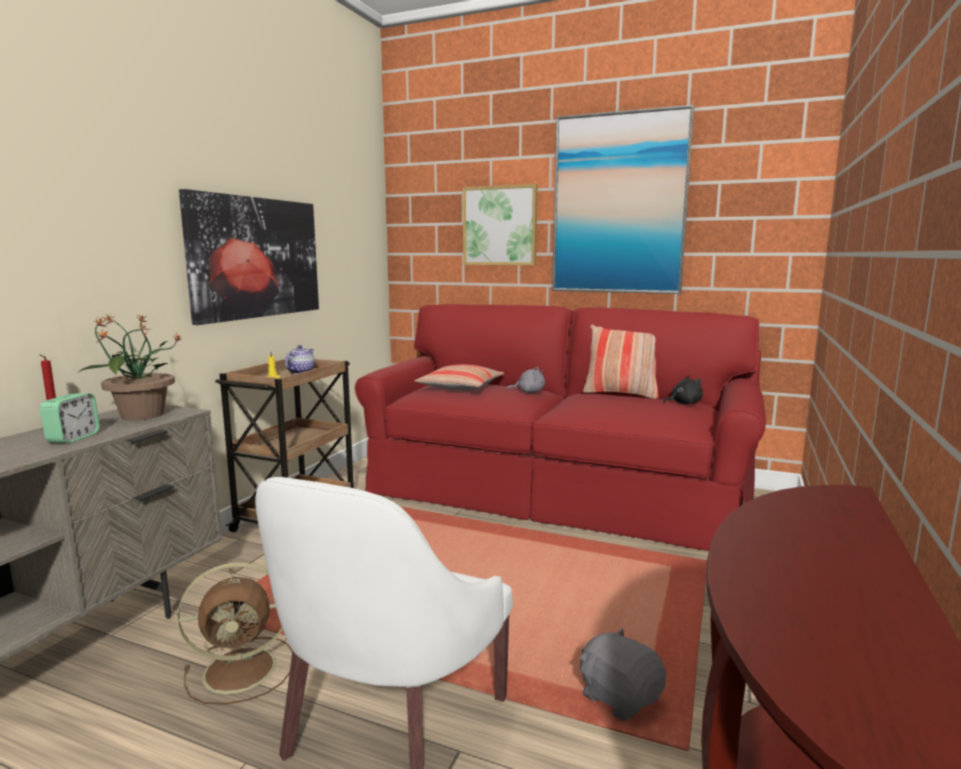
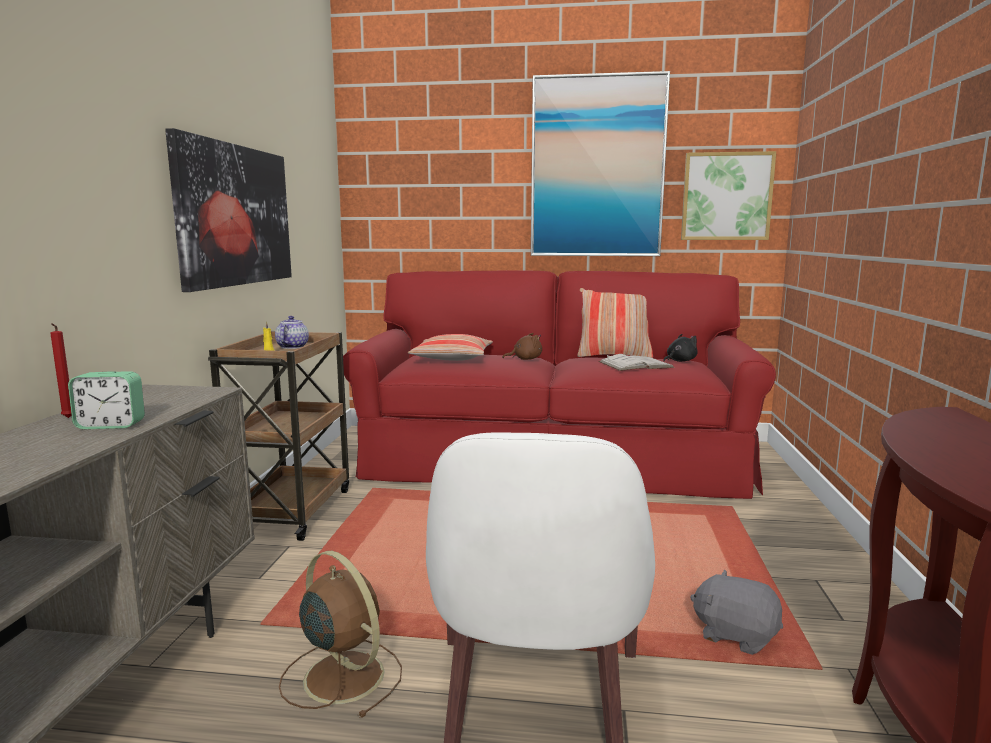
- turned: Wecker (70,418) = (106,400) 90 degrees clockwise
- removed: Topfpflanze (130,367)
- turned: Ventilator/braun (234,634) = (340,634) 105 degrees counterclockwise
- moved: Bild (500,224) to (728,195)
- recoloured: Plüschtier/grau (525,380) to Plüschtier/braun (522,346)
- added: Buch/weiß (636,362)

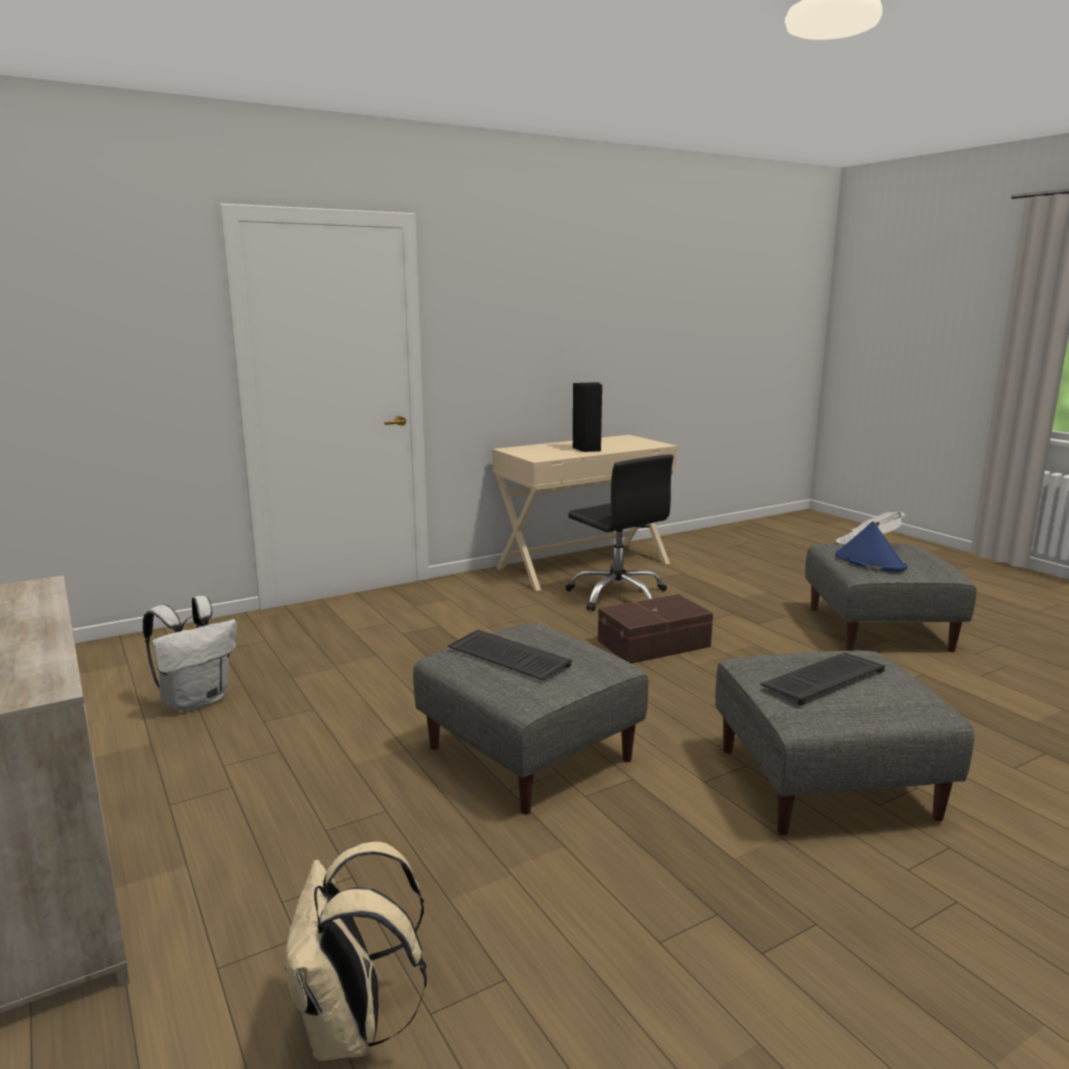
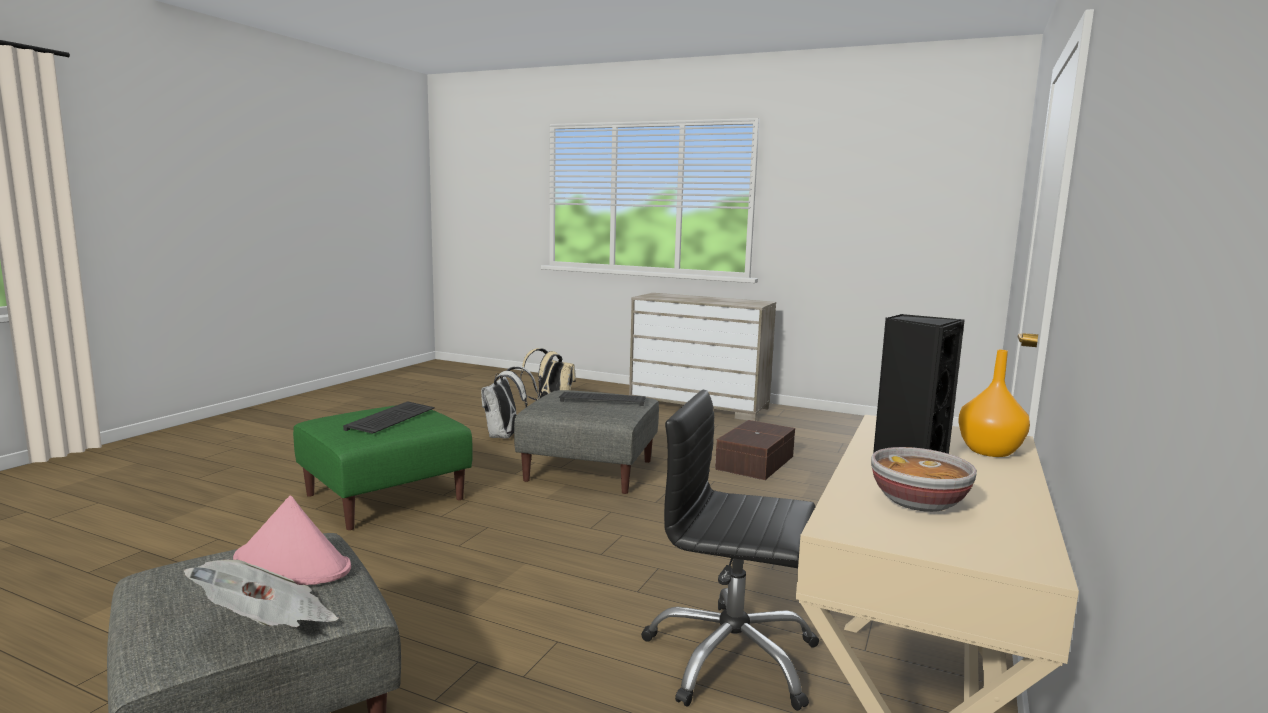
- moved: Rucksack/weiß (190,654) to (510,402)
- moved: Aufbewahrungsbox/braun (655,629) to (755,450)
- recoloured: Polsterhocker/grau (844,743) to Polsterhocker/grün (383,467)
- recoloured: Hut/blau (871,546) to Hut/rosa (292,540)
- added: Schüssel (924,479)
- added: Vase/orange (994,403)

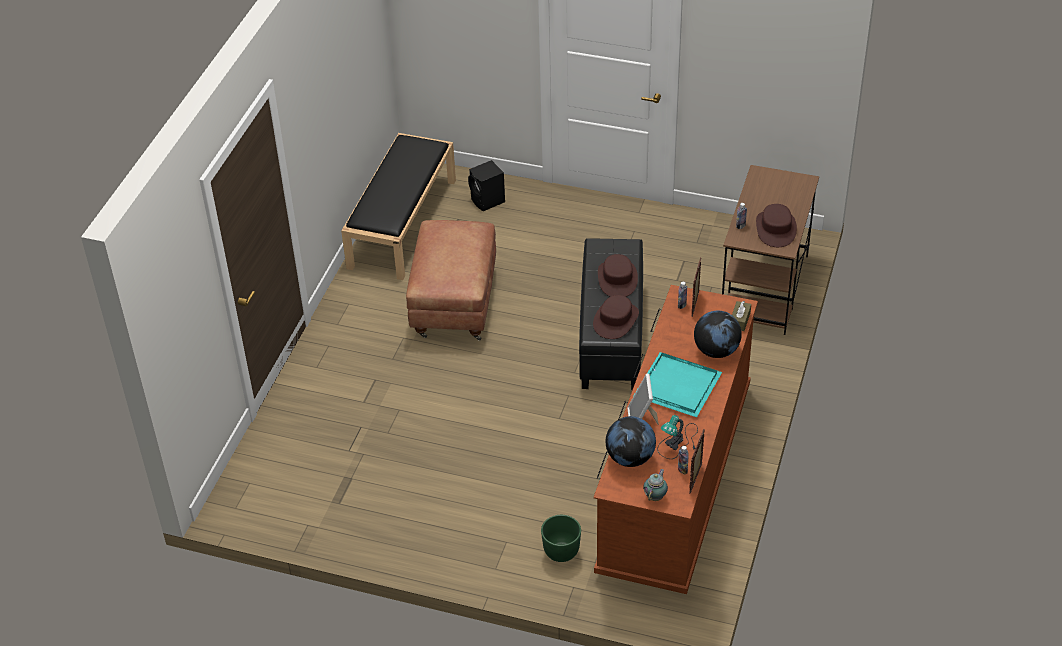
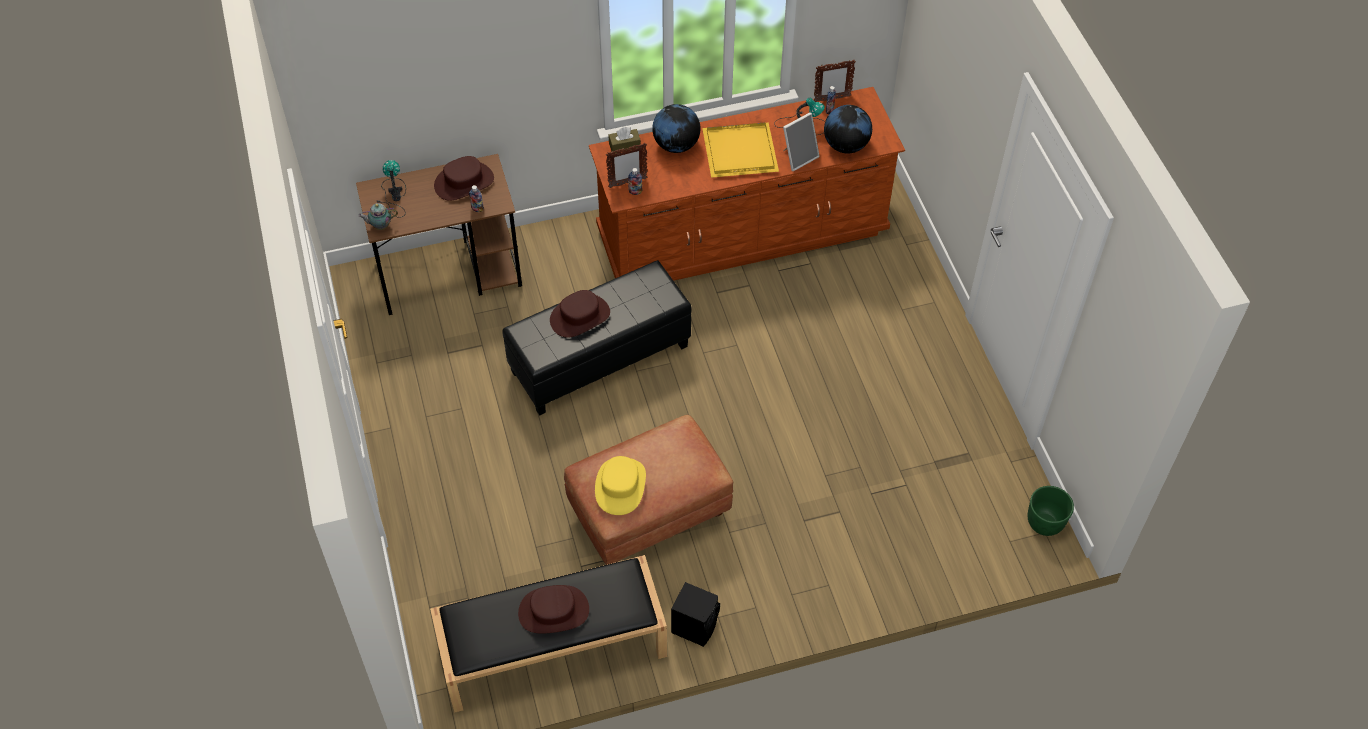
- moved: Lautsprecher/schwarz (486,185) to (695,614)
- moved: Pflanzkübel/grün (561,538) to (1050,511)
- moved: Hut/braun (616,317) to (553,609)
- recoloured: Tablett/türkis (677,384) to Tablett/gelb (740,150)
- moved: Teekanne (655,485) to (378,216)
- added: Tischlampe (391,189)
- added: Hut/gelb (620,485)

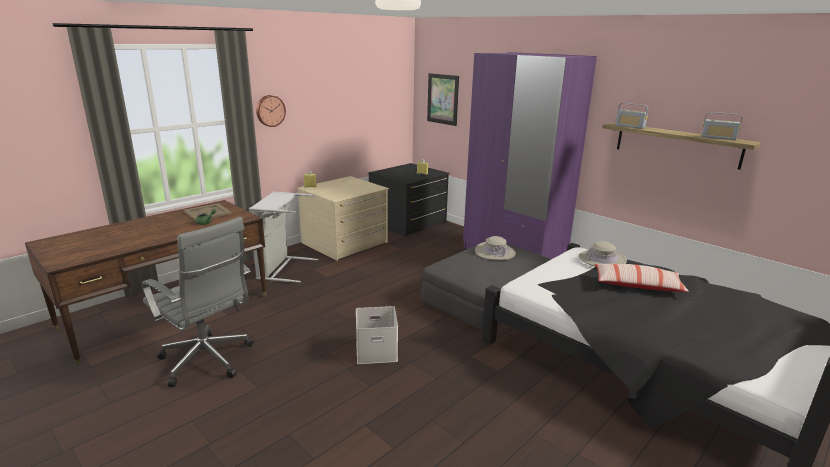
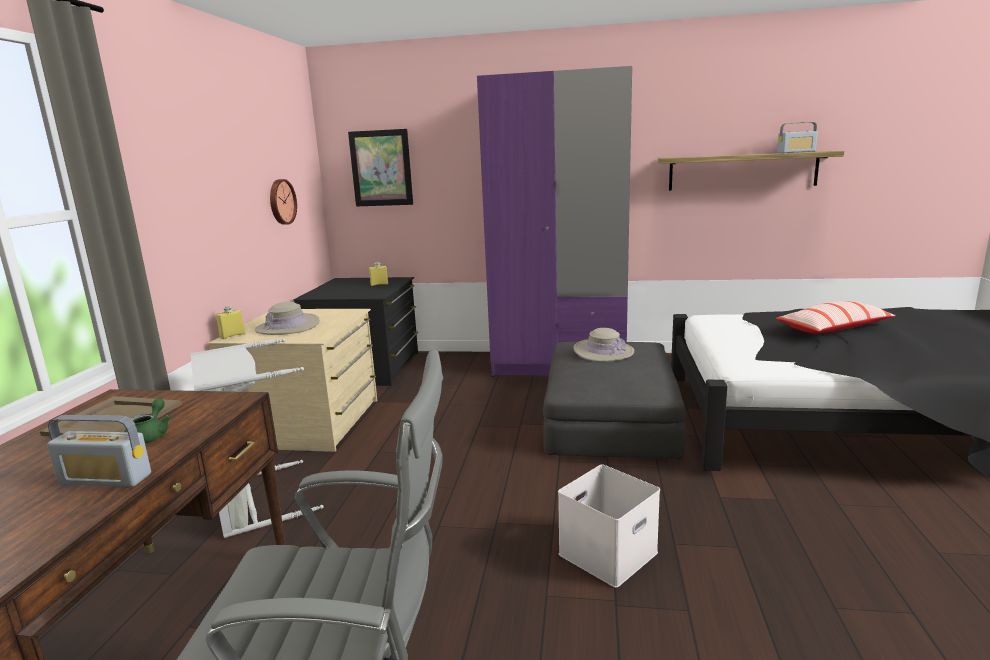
- moved: Wanduhr (271,111) to (283,202)
- moved: Hut/beige (603,254) to (287,318)
- moved: Radio (631,116) to (99,451)

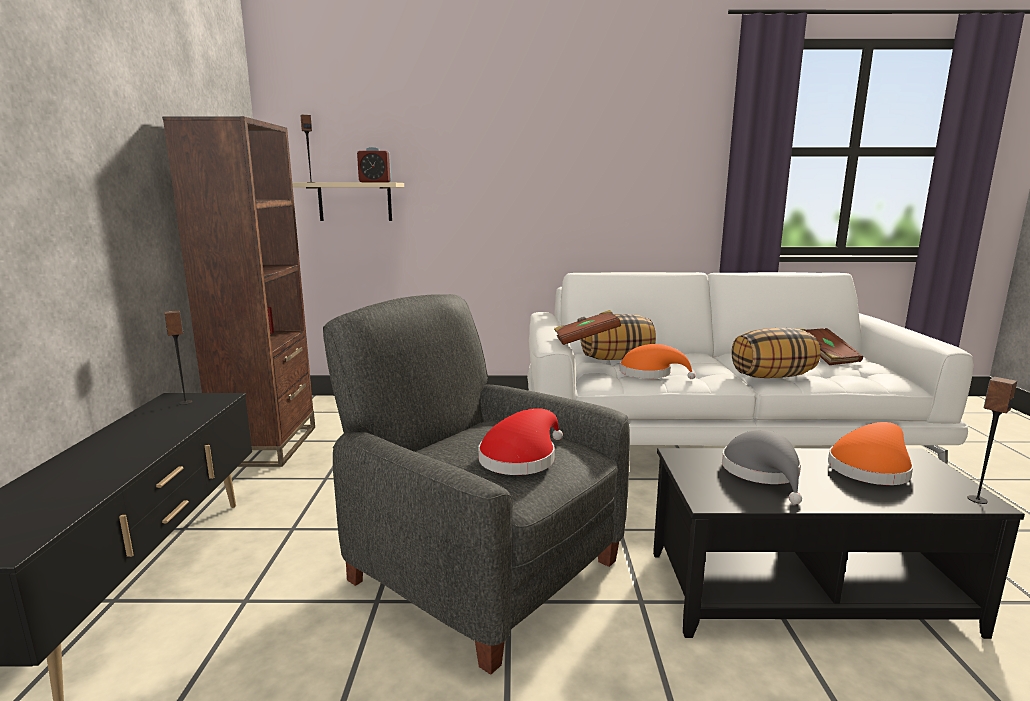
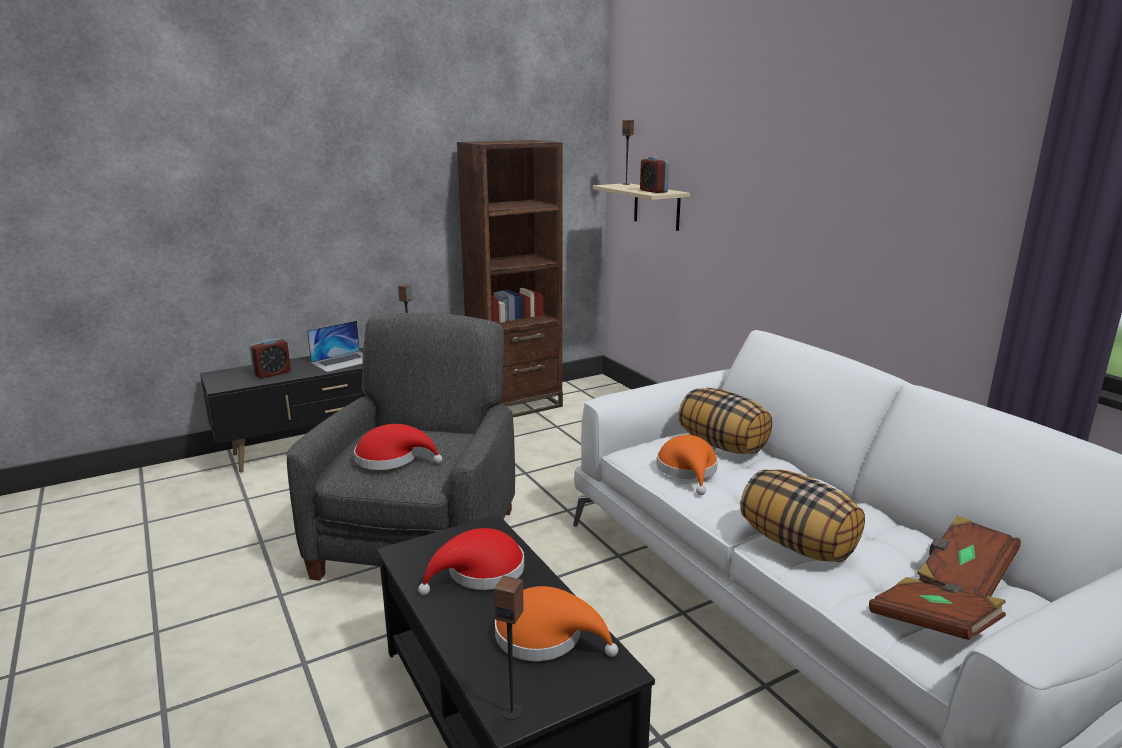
- moved: Buch/braun (587,327) to (937,608)
- recoloured: Hut/grau (762,467) to Hut/rot (471,561)
- added: Wecker (270,358)
- added: Laptop (335,346)

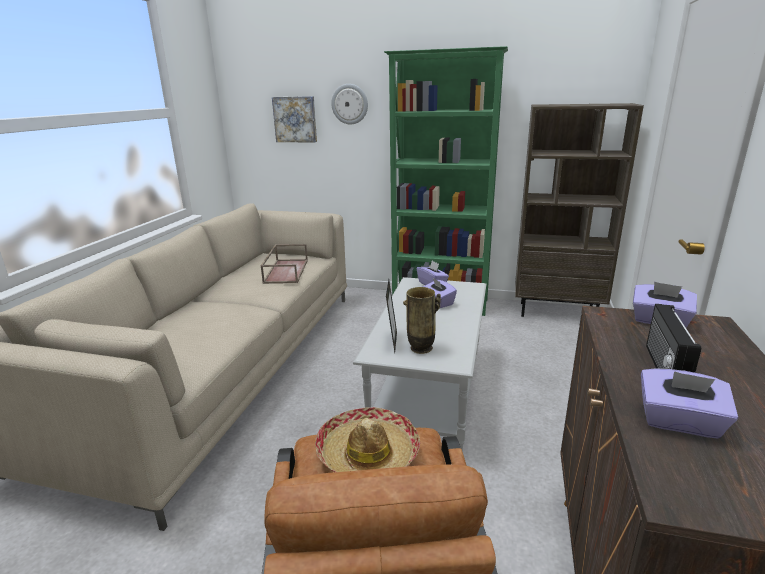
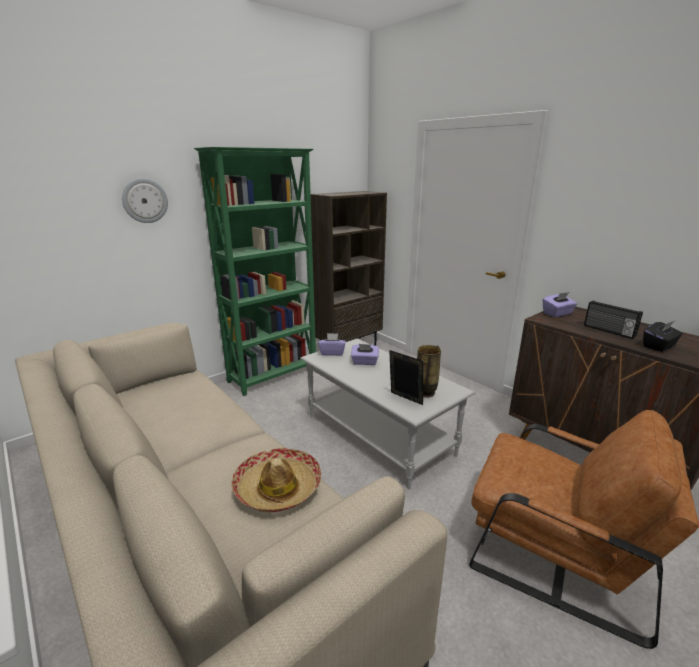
- removed: Tablett/braun (284,264)
- removed: Bild (294,119)
- moved: Hut (367,439) to (276,480)
- recoloured: Taschentuchbox/lila (689,403) to Taschentuchbox/schwarz (663,336)

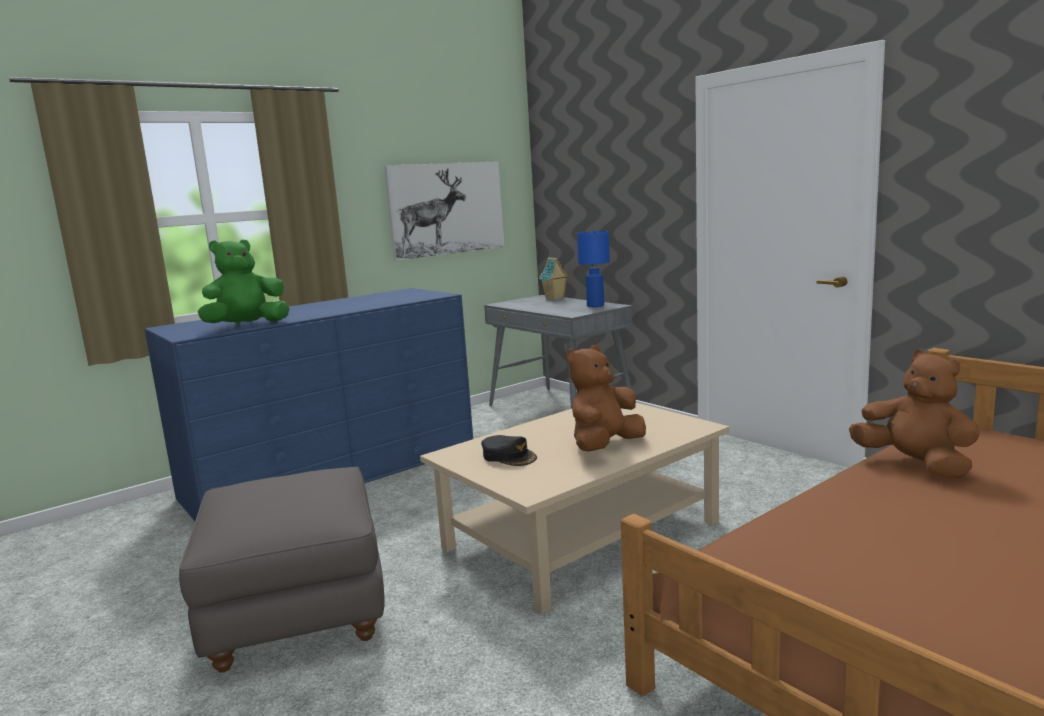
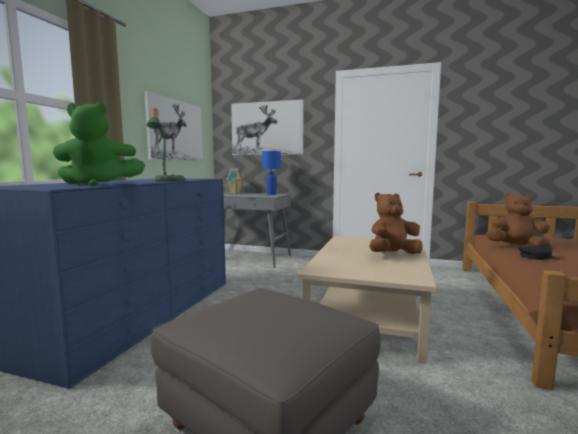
- turned: Plüschtier/grün (243,281) = (99,144) 120 degrees counterclockwise
- moved: Kappe/schwarz (509,450) to (539,252)
- turned: Plüschtier/braun (606,398) = (395,223) 60 degrees clockwise
- added: Tischlampe (166,144)
- added: Bild (267,127)

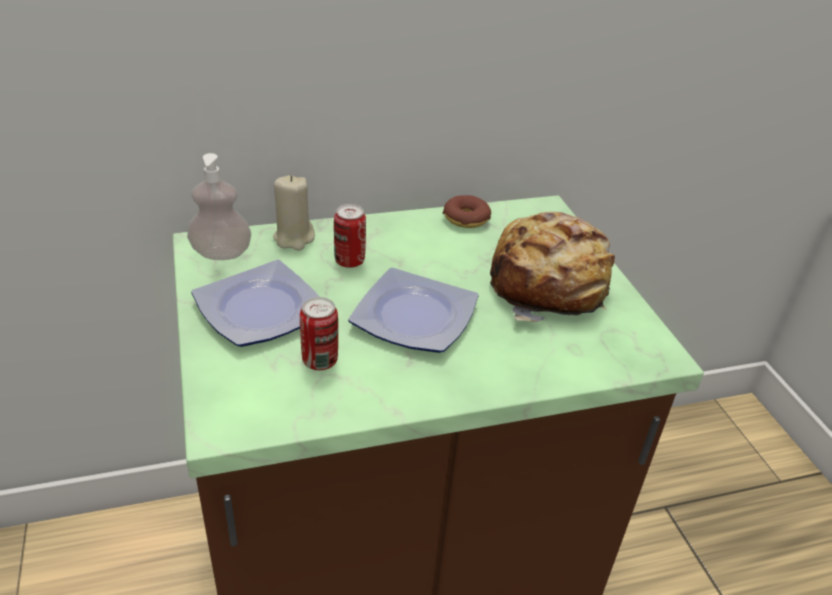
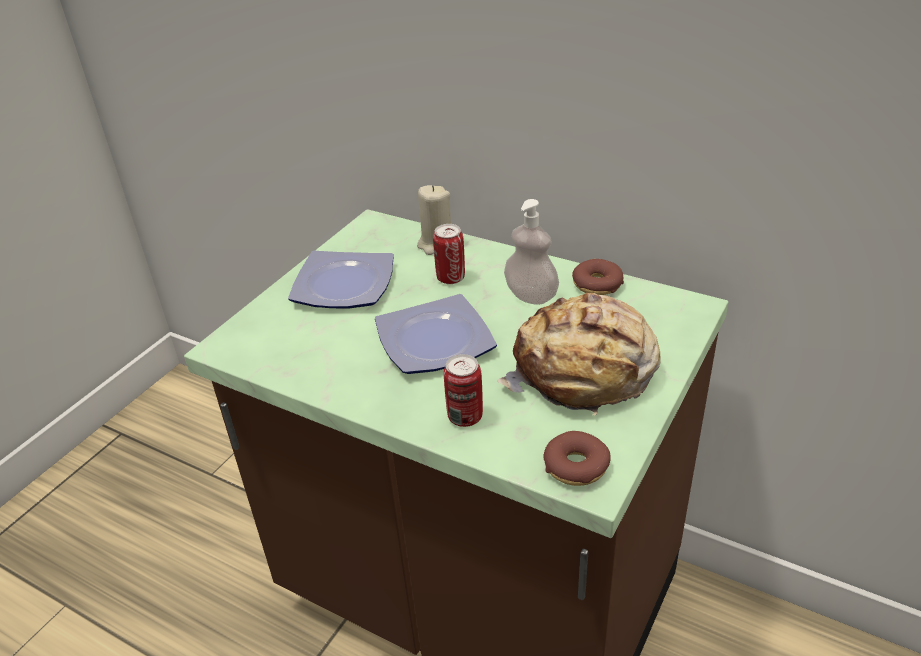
- moved: Seifenspender (219,206) to (531,252)
- moved: Dose (319,333) to (463,390)
- added: Donut (577,458)

